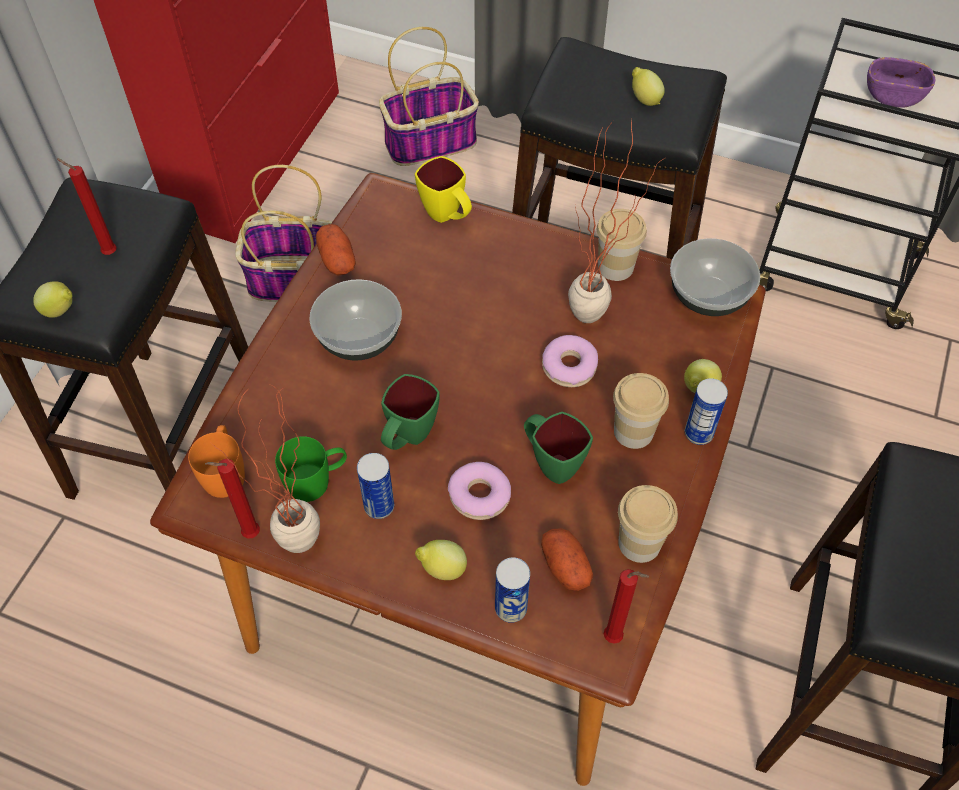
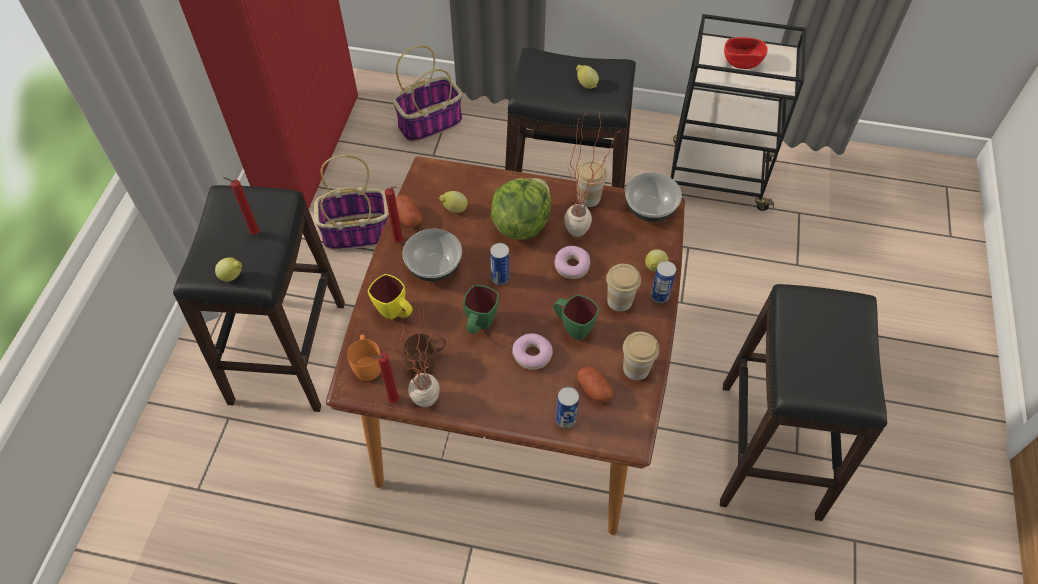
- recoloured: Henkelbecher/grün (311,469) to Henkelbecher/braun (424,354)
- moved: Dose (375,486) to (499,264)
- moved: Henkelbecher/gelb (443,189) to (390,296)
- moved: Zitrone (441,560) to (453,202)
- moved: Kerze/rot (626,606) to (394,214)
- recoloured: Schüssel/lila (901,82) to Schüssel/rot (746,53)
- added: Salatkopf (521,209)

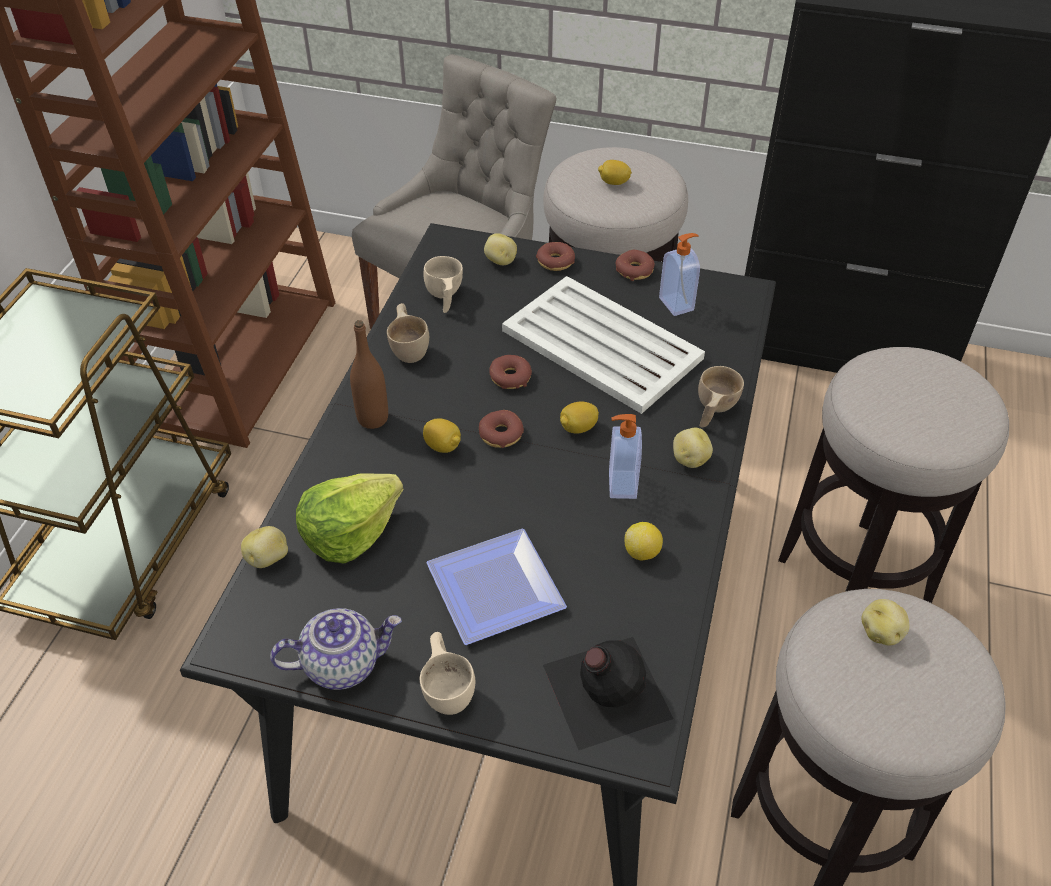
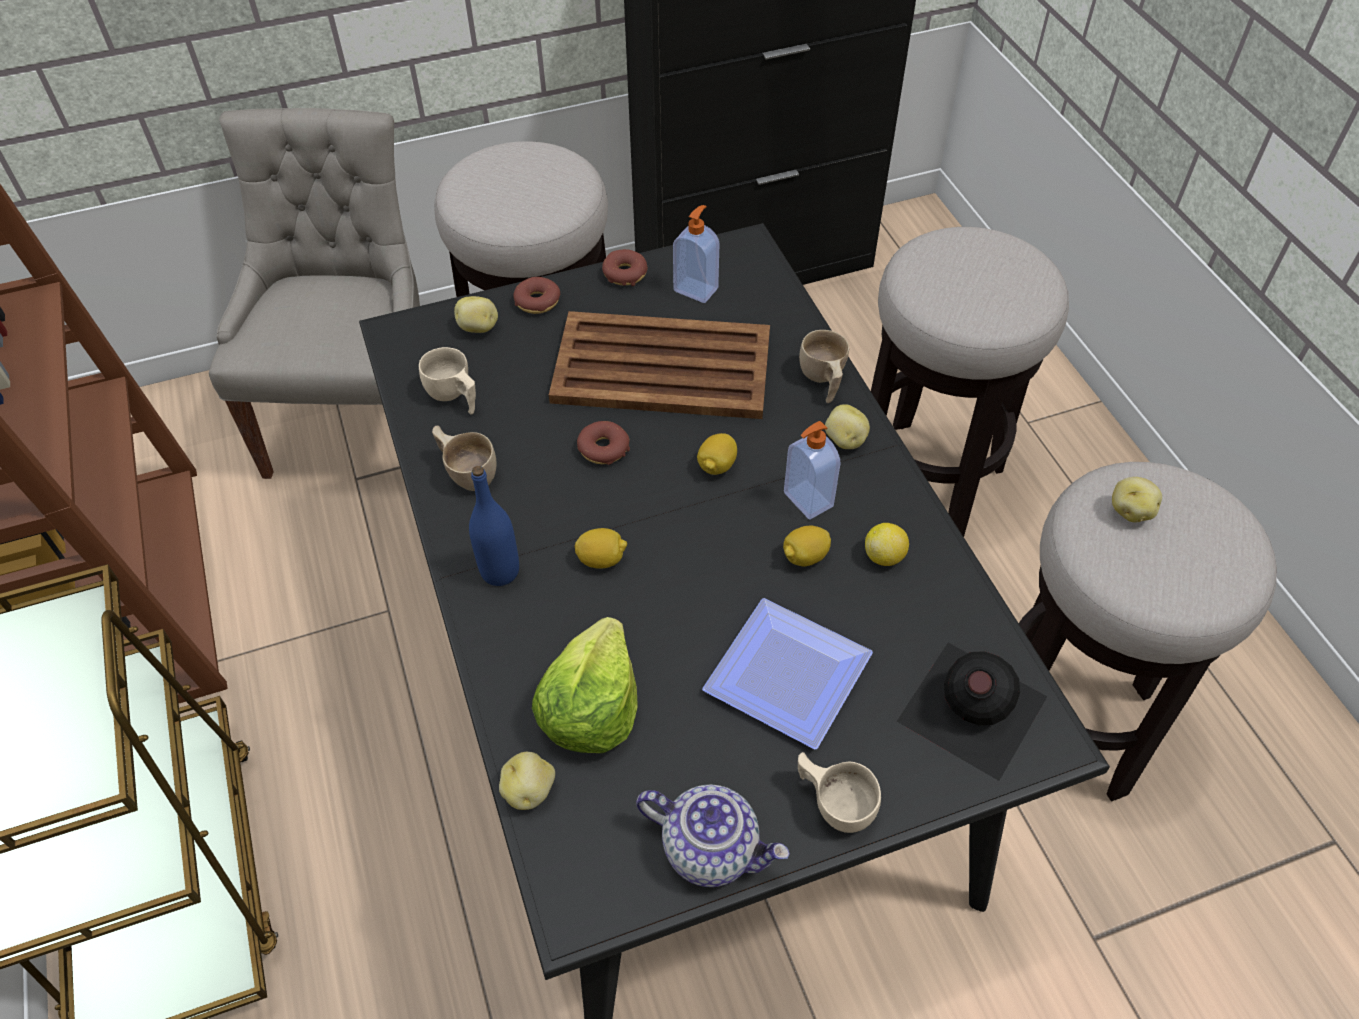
- turned: Teekanne (336,649) = (713,836) 75 degrees clockwise
- recoloured: Flasche/braun (369,374) to Flasche/blau (494,526)
- removed: Donut (501,429)
- recoloured: Tablett/weiß (603,345) to Tablett/braun (659,365)
- moved: Zitrone (615,172) to (807,545)

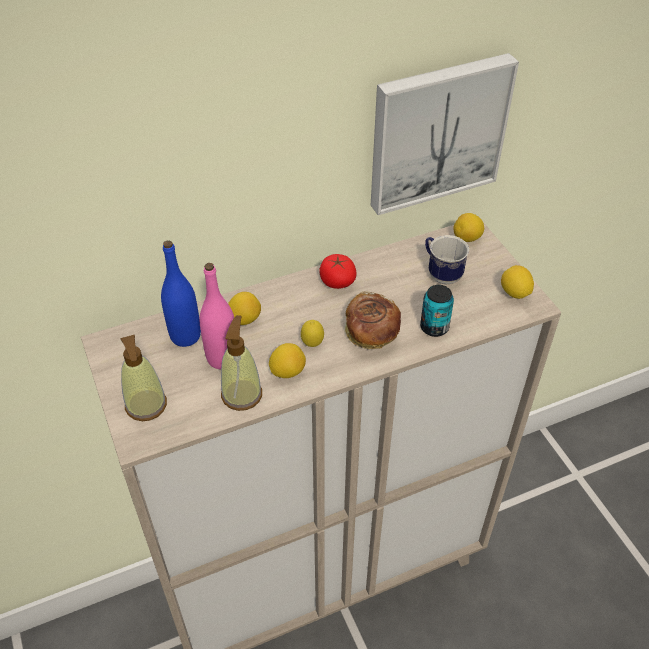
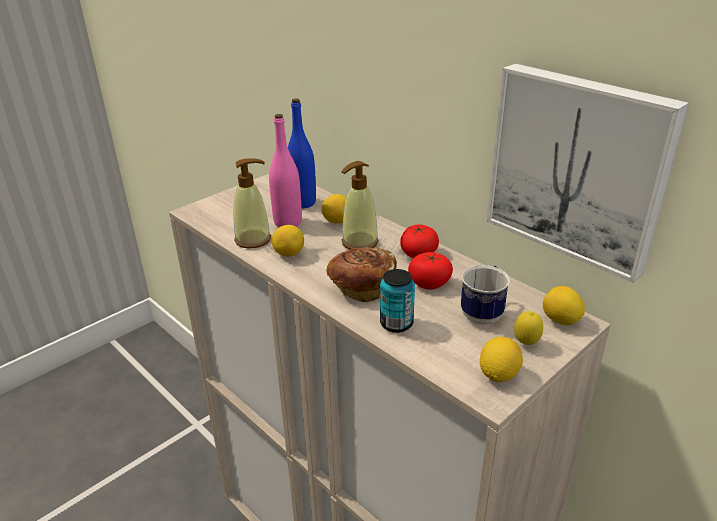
- moved: Seifenspender (143,378) to (360,205)
- moved: Zitrone (312,333) to (528,328)
- added: Tomate (430,271)

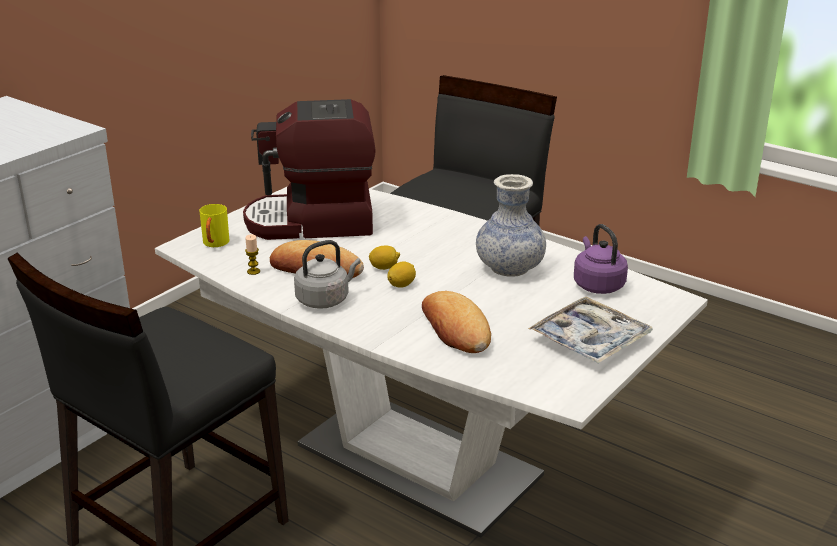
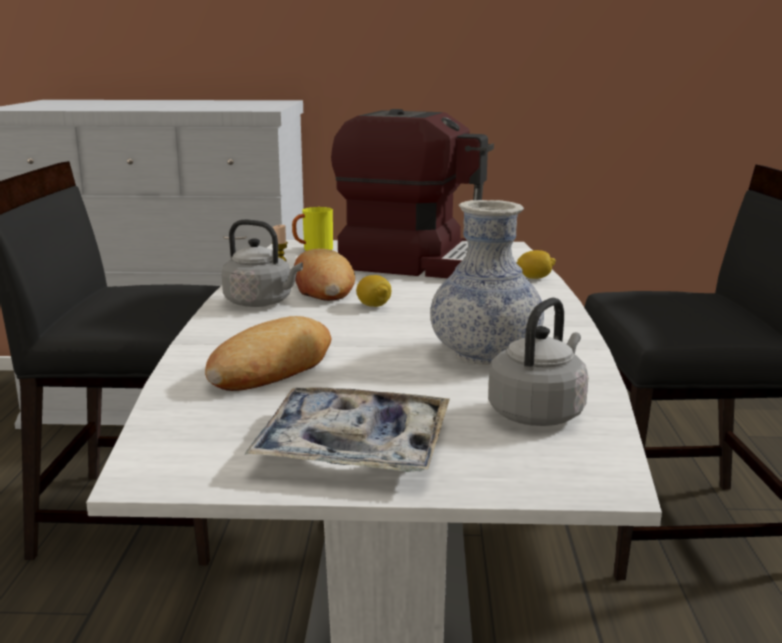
- turned: Kaffeemaschine (309,169) = (412,193) 150 degrees clockwise
- moved: Zitrone (401,274) to (536,264)
- recoloured: Wasserkessel/lila (601,259) to Wasserkessel/grau (538,361)

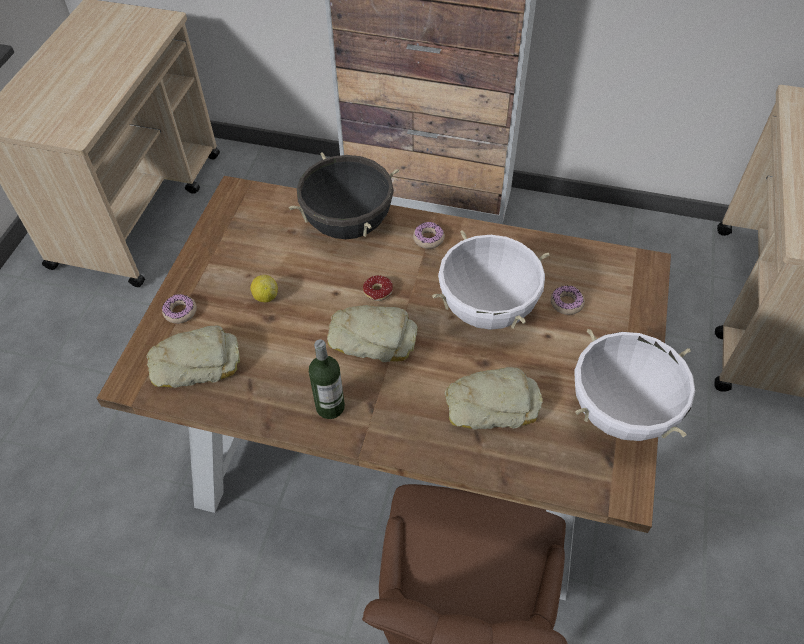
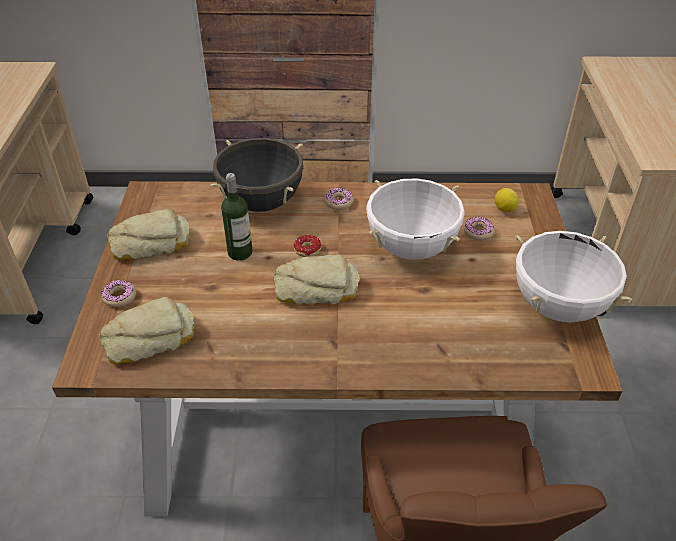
- moved: Zitrone (264,288) to (507,200)
- moved: Flasche (327,379) to (236,217)
- moved: Brot (494,398) to (148,234)

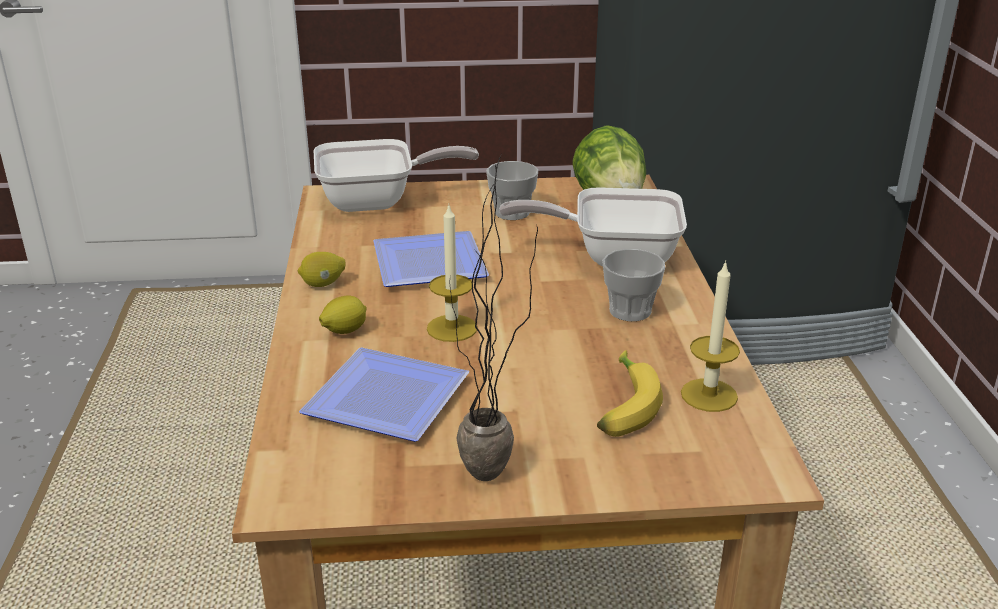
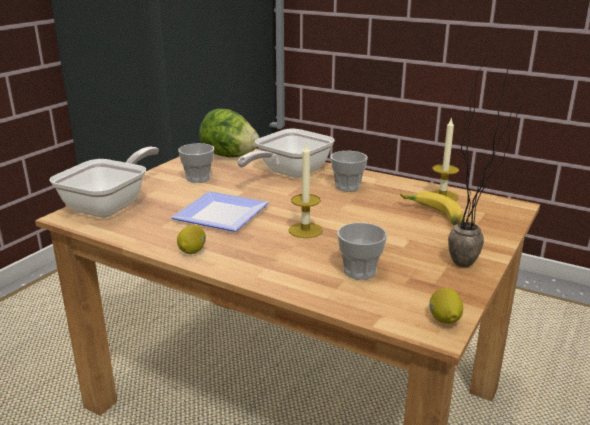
- replaced: Teller (384,394) to Tasse (362,251)
- moved: Zitrone (343,315) to (446,306)

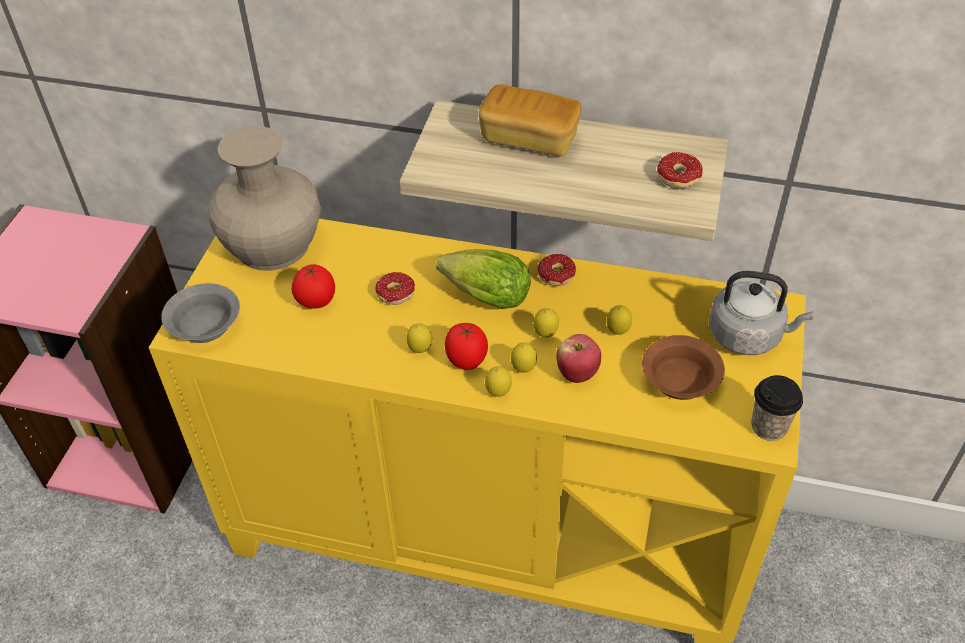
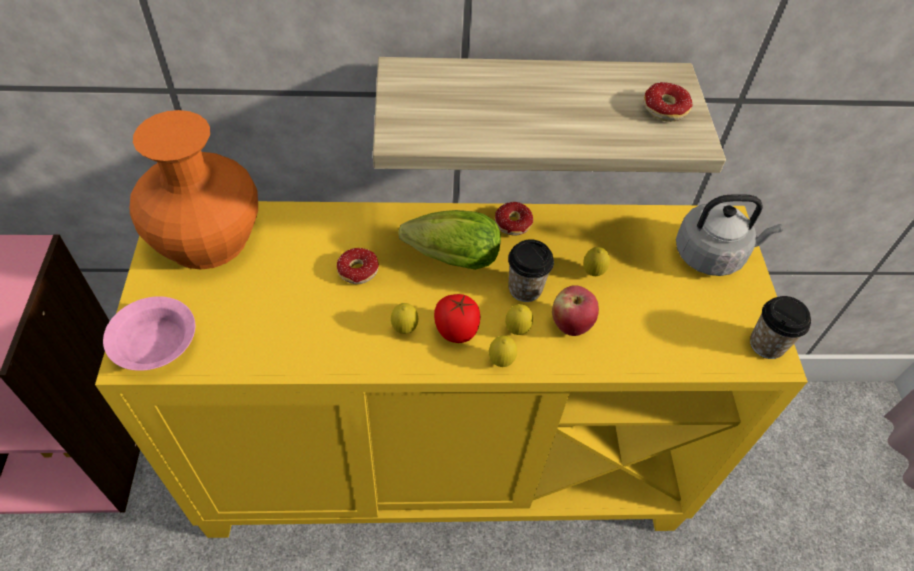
- recoloured: Schüssel/grau (200,313) to Schüssel/rosa (149,333)
- recoloured: Vase/beige (264,198) to Vase/orange (194,190)
- removed: Tomate (313,286)
- removed: Brot (529,120)
- replaced: Zitrone (546,323) to Tasse (531,270)
- removed: Schüssel/braun (683,367)

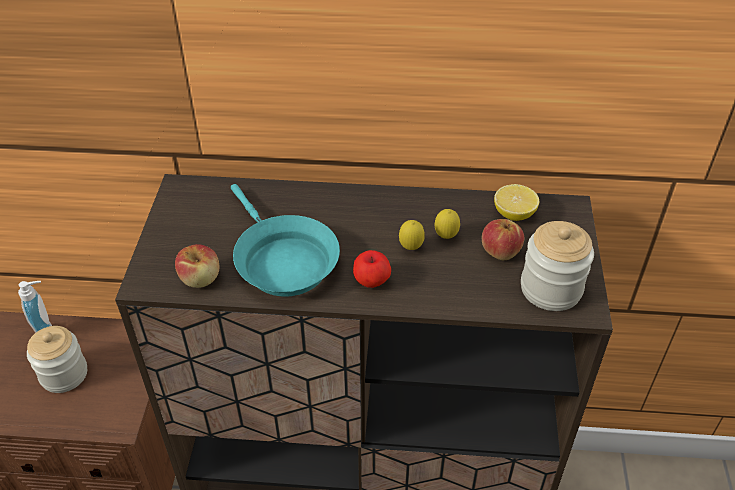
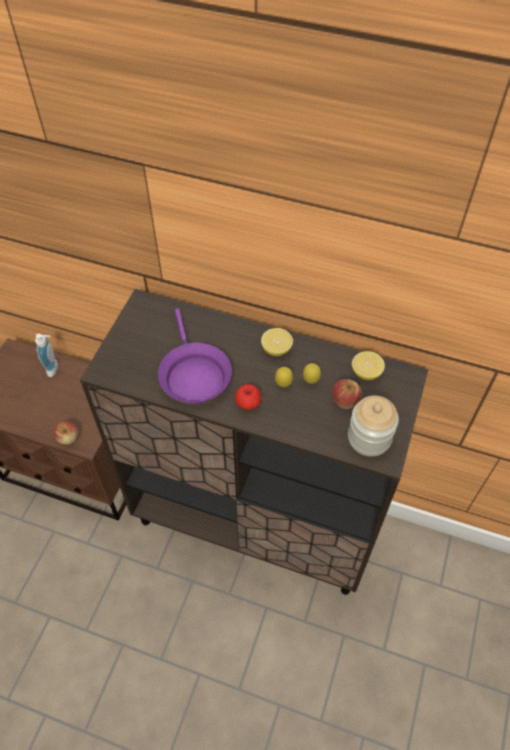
- removed: Vorratsglas (57,359)
- moved: Apfel (197,266) to (66,433)
- recoloured: Pfanne/türkis (285,240) to Pfanne/lila (195,356)
- added: Zitrone (277,342)

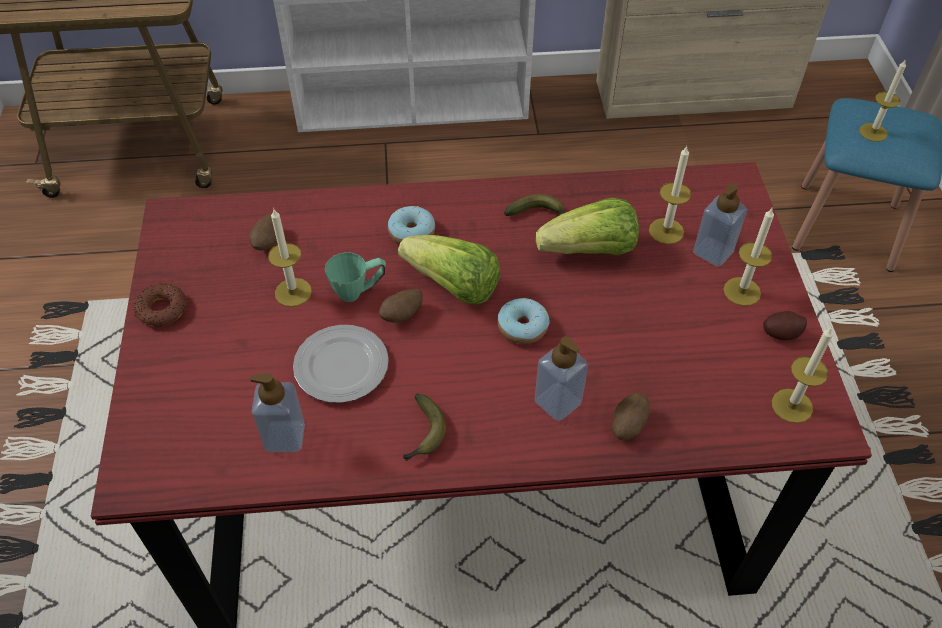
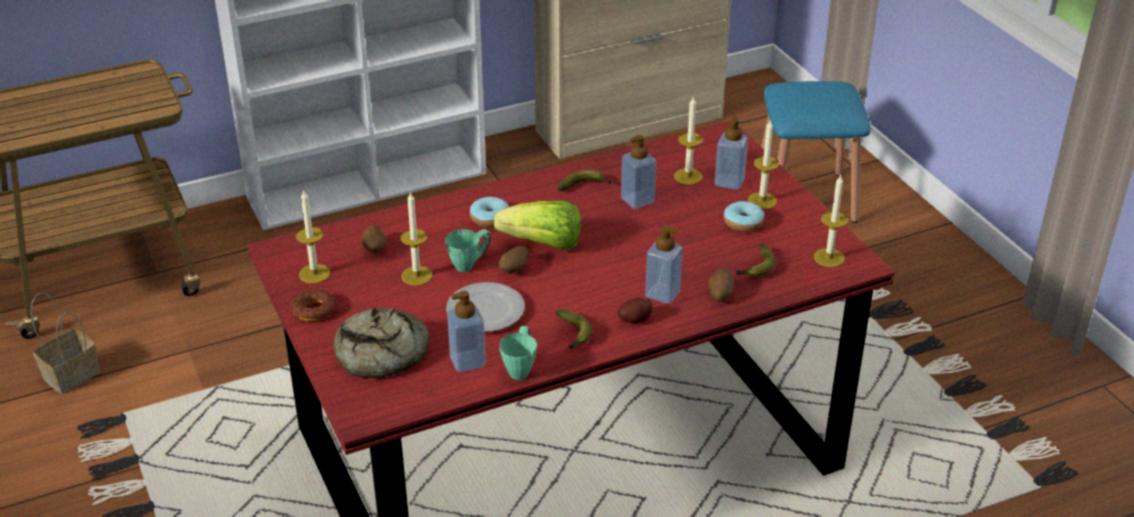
- moved: Donut (523,321) to (744,216)
- replaced: Salatkopf (587,226) to Seifenspender (638,172)
- moved: Kartoffel (785,325) to (635,310)
- moved: Kerze (882,100) to (313,236)
- added: Korb (65,343)
- added: Brot (381,342)
- added: Henkelbecher/grün (518,353)
- added: Banane (756,260)

